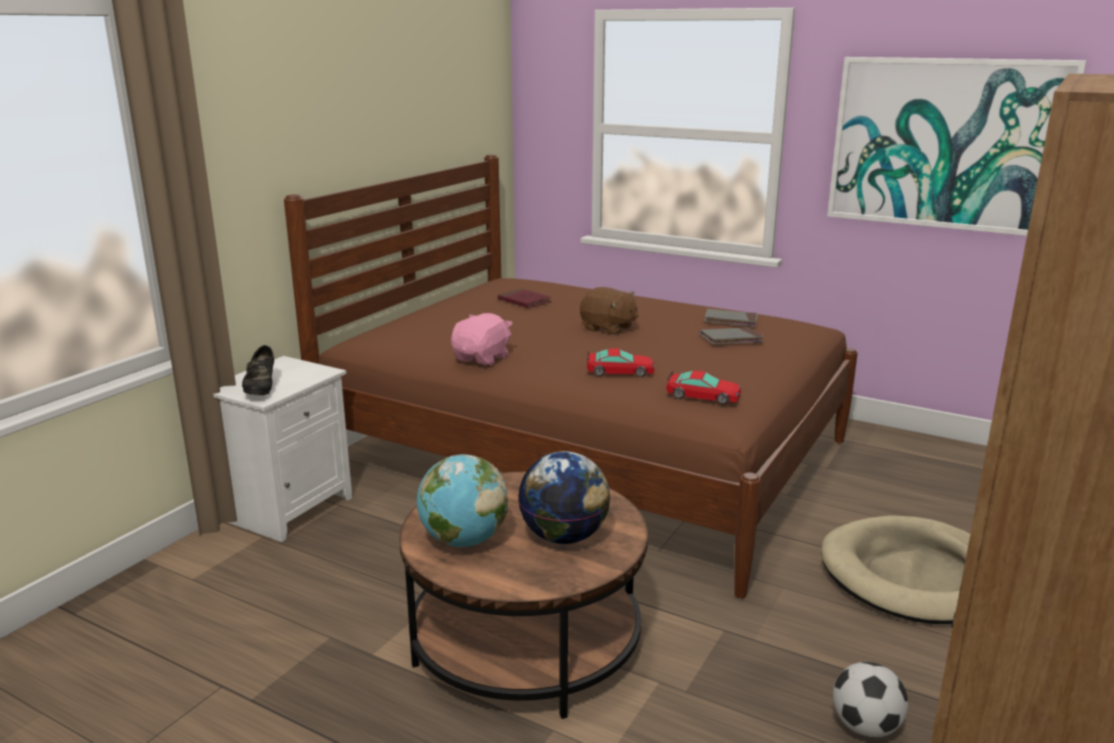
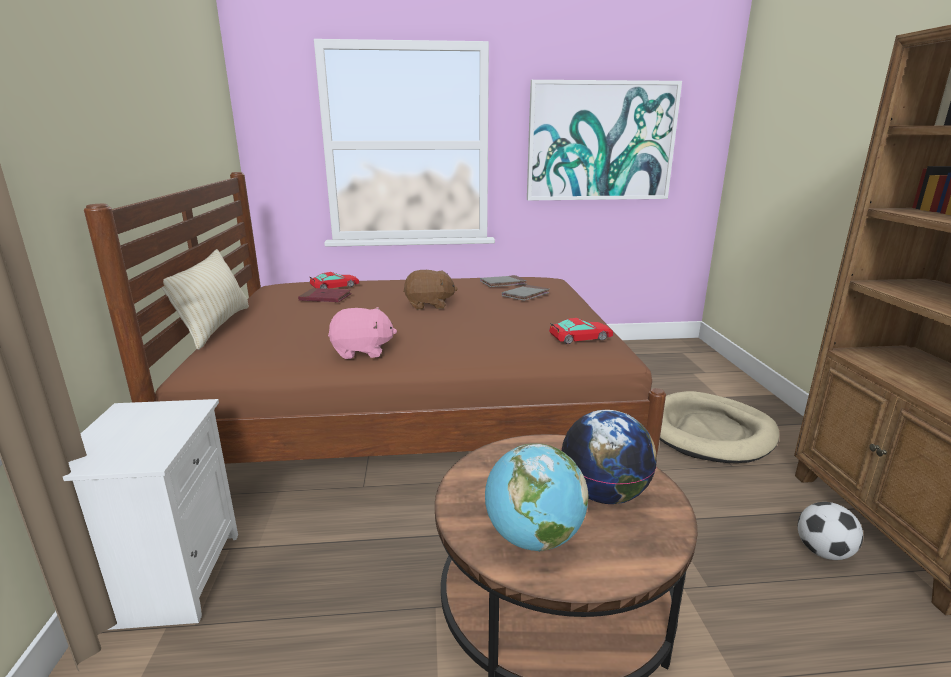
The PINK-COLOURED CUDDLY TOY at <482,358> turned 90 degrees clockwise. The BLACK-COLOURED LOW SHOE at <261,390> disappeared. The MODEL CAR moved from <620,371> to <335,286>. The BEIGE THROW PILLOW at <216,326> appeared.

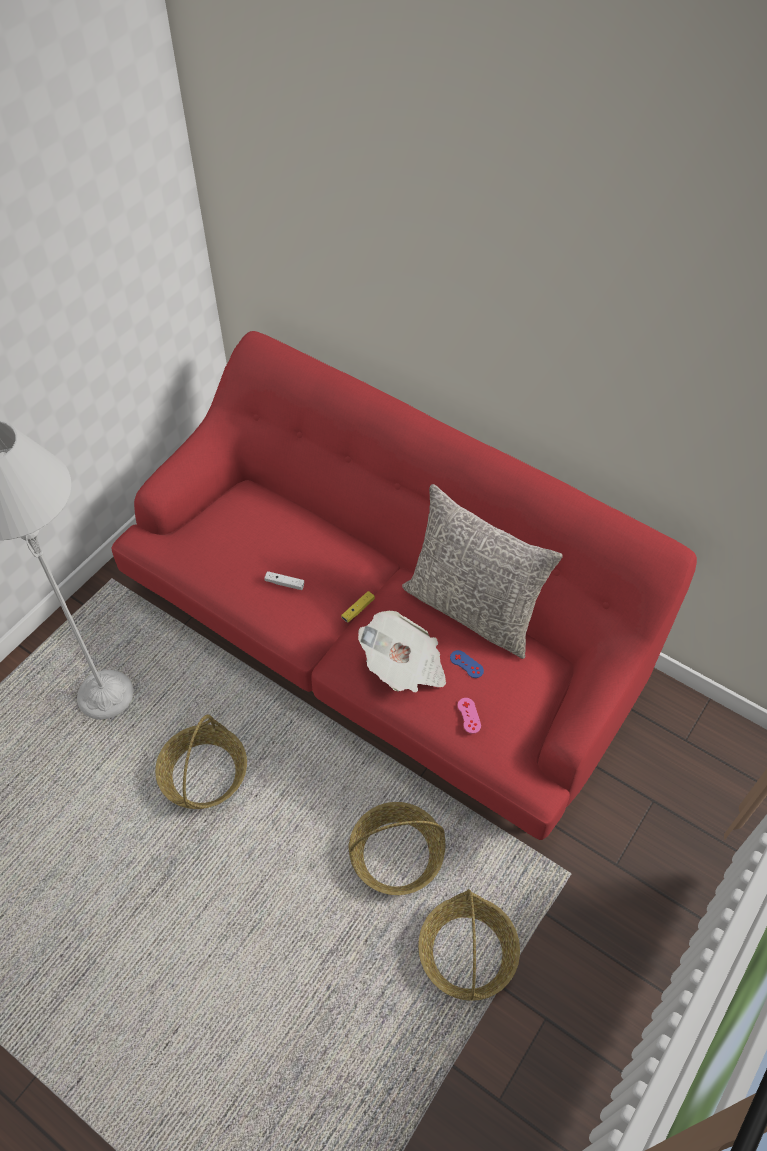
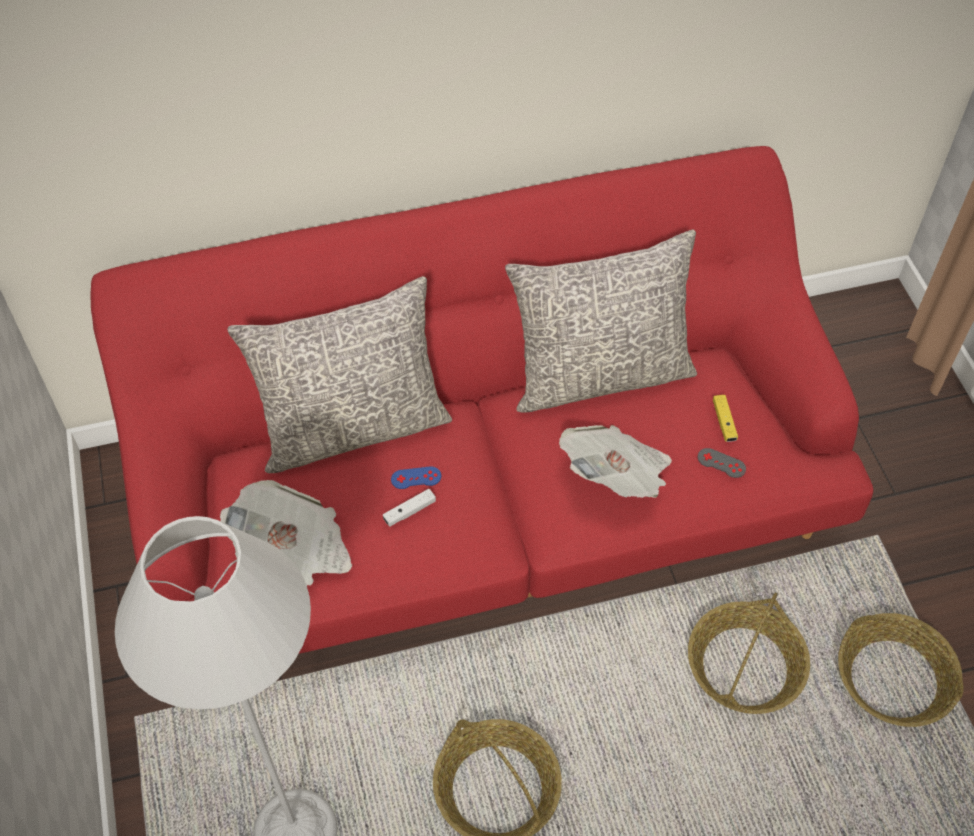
The YELLOW GAME CONTROLLER moved from <358,609> to <724,422>. The BLUISH GAME CONTROLLER moved from <466,664> to <416,478>. The PINK-COLOURED GAME CONTROLLER at <469,715> became the GREYISH GAME CONTROLLER at <721,463>. The GREYISH THROW PILLOW at <353,427> appeared. The PRINTED PAPER at <293,552> appeared.

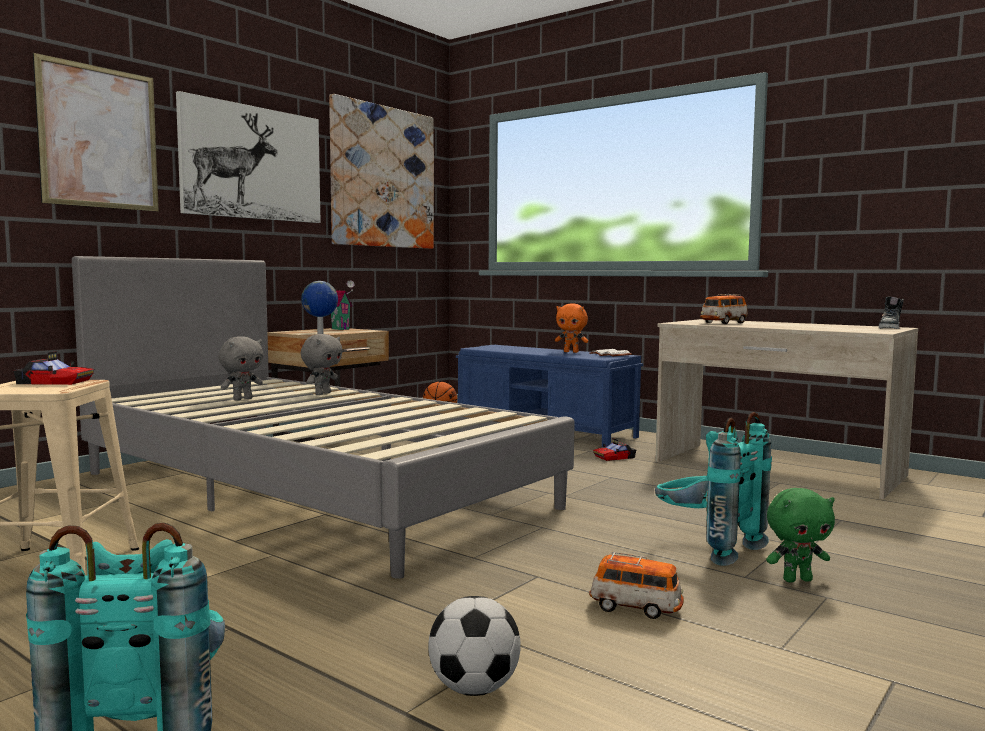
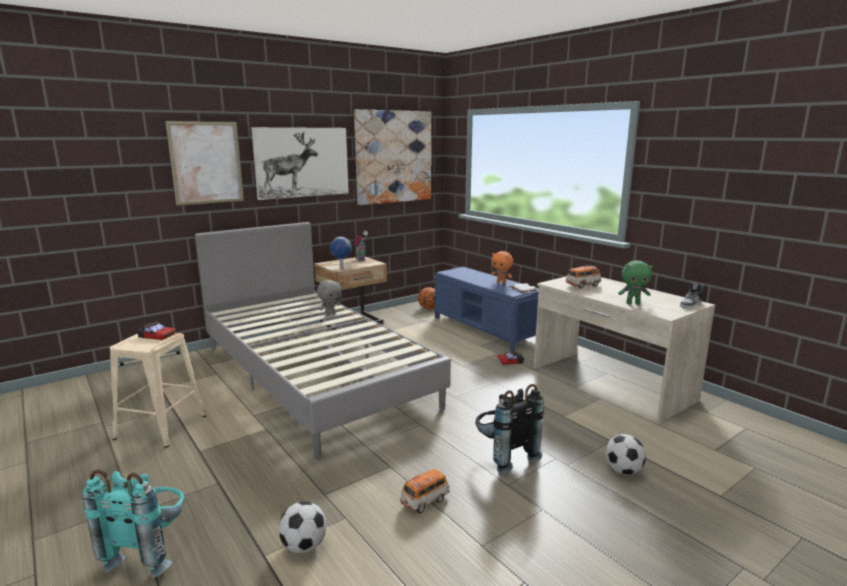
The GREYISH CUDDLY TOY at <242,399> disappeared. The TURQUOISE RUCKSACK at <706,547> became the BLACK-COLOURED RUCKSACK at <503,455>. The GREEN-COLOURED CUDDLY TOY moved from <797,579> to <633,303>. The MODEL CAR at <636,608> turned 75 degrees counterclockwise. The FOOTBALL BALL at <623,471> appeared.

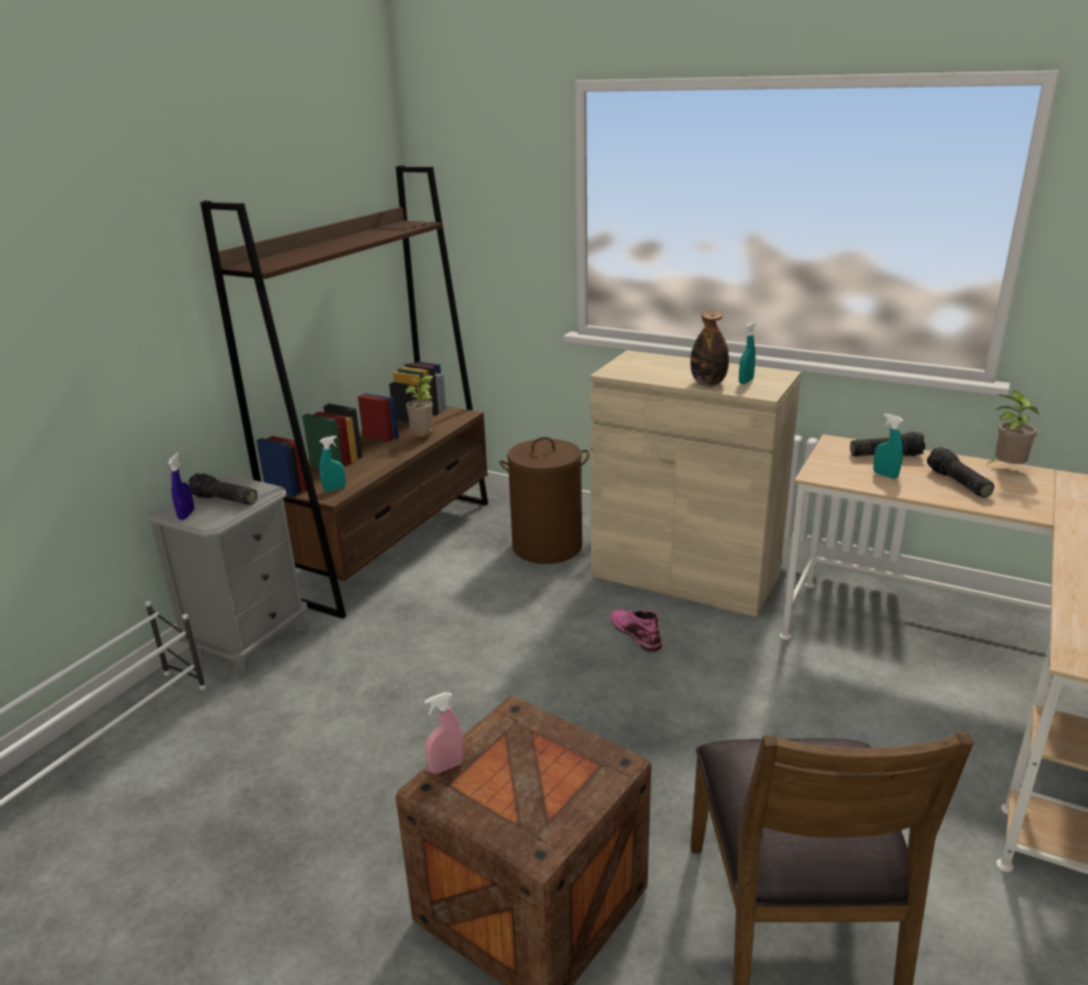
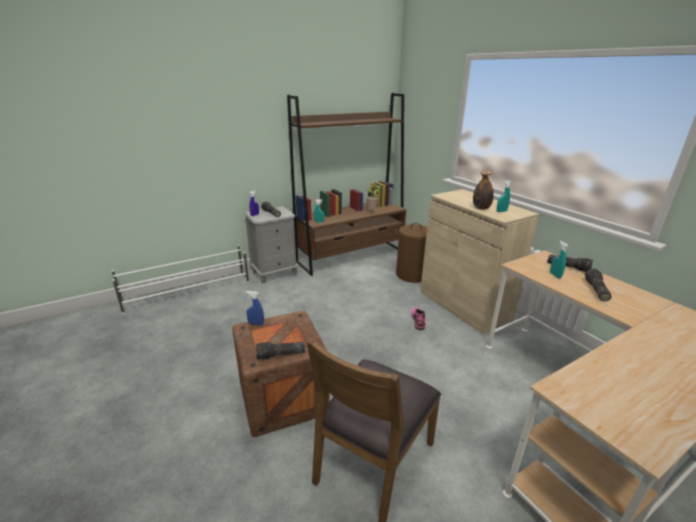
The PLANT IN A POT at <1006,468> disappeared. The PINK-COLOURED SPRAYER at <446,767> became the BLUISH SPRAYER at <256,324>. The TORCH at <280,355> appeared.

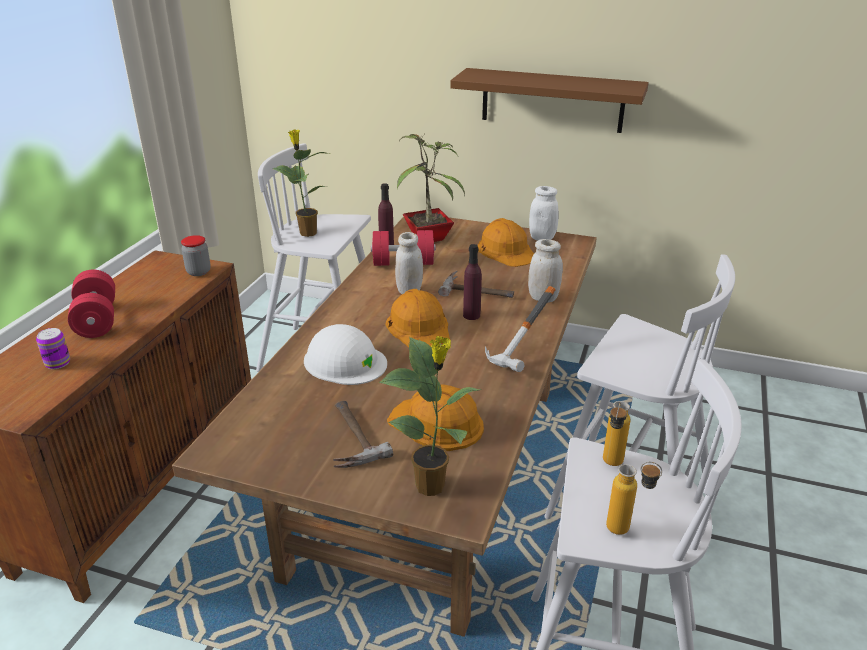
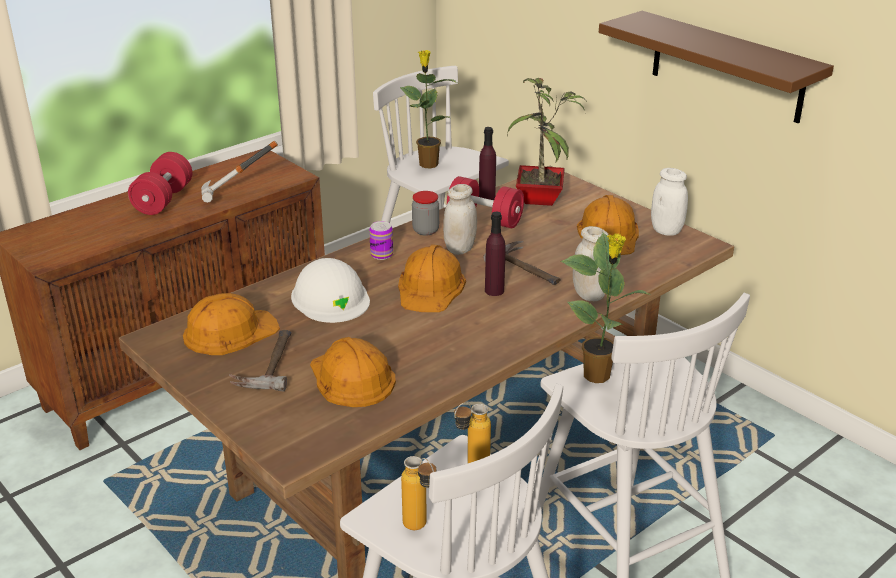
The JAR moved from <198,272> to <425,230>. The HAND HAMMER moved from <526,357> to <238,198>. The CAN moved from <57,363> to <381,254>. The PLANT IN A POT moved from <432,486> to <598,376>. The ORANGE SAFETY HELMET at <229,331> appeared.

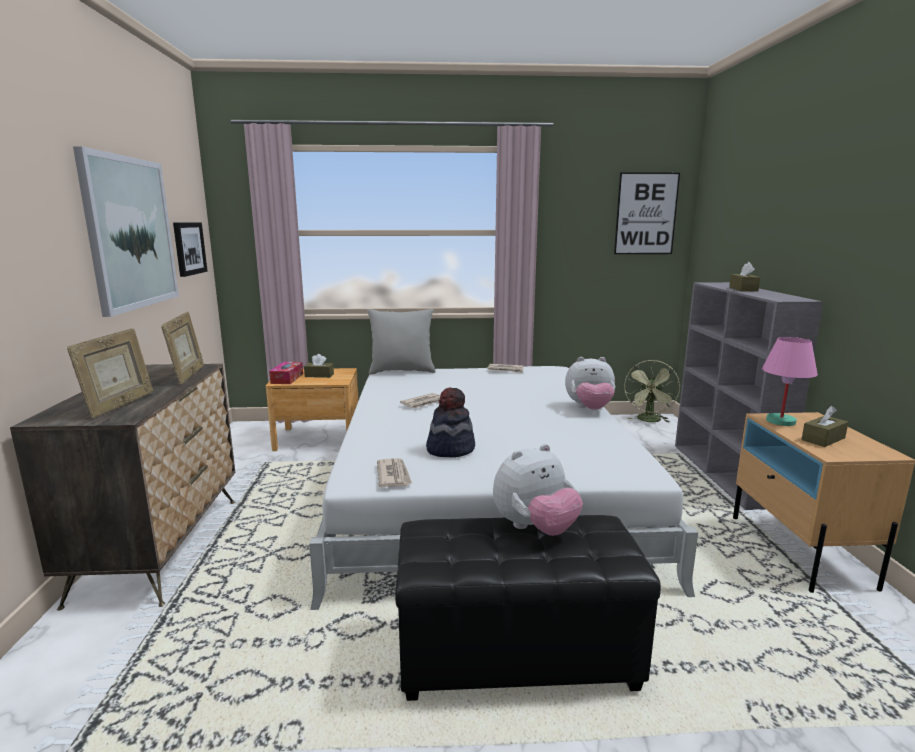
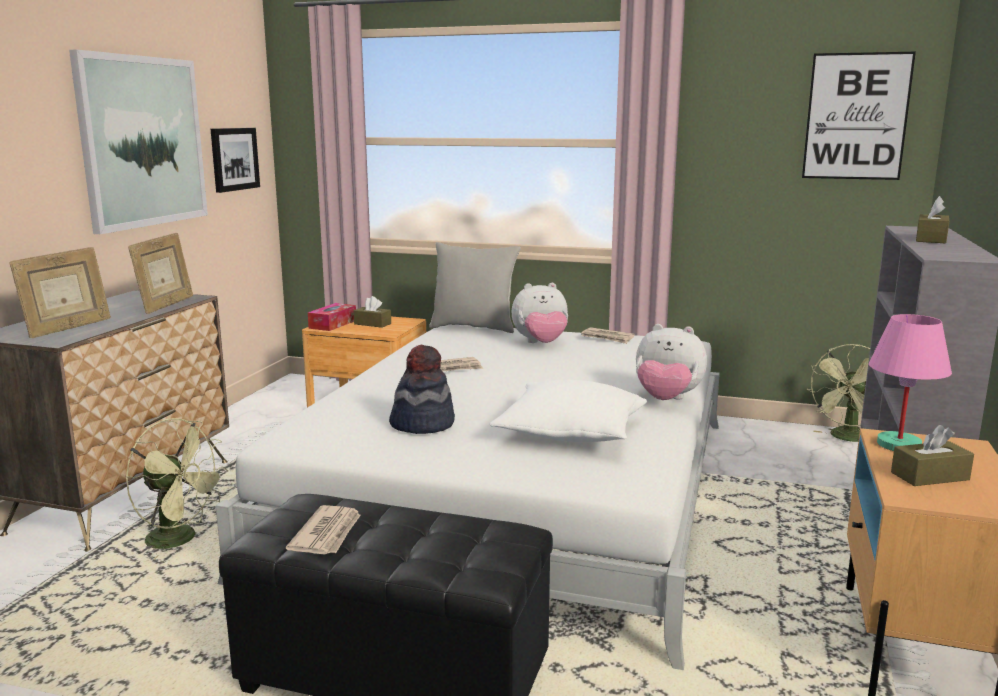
The CUDDLY TOY moved from <535,528> to <541,344>. The PRINTED PAPER moved from <394,475> to <327,534>. The WHITE-COLOURED THROW PILLOW at <571,433> appeared. The GREEN-COLOURED ELECTRIC FAN at <181,539> appeared.

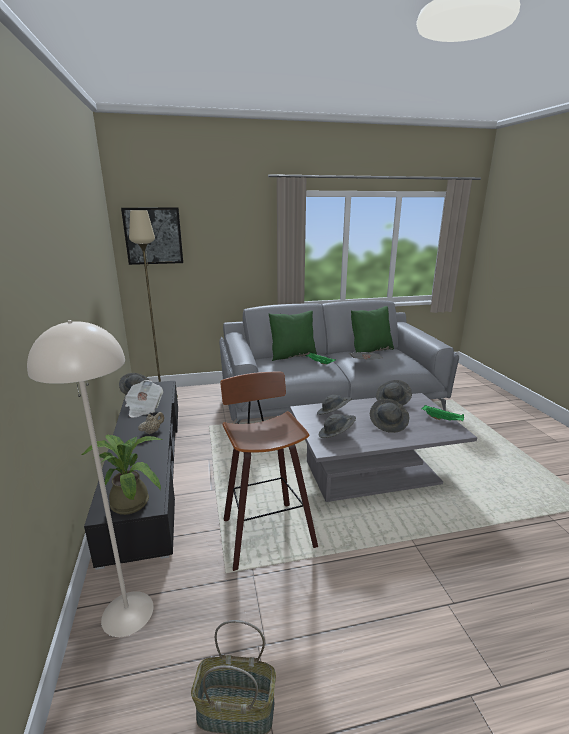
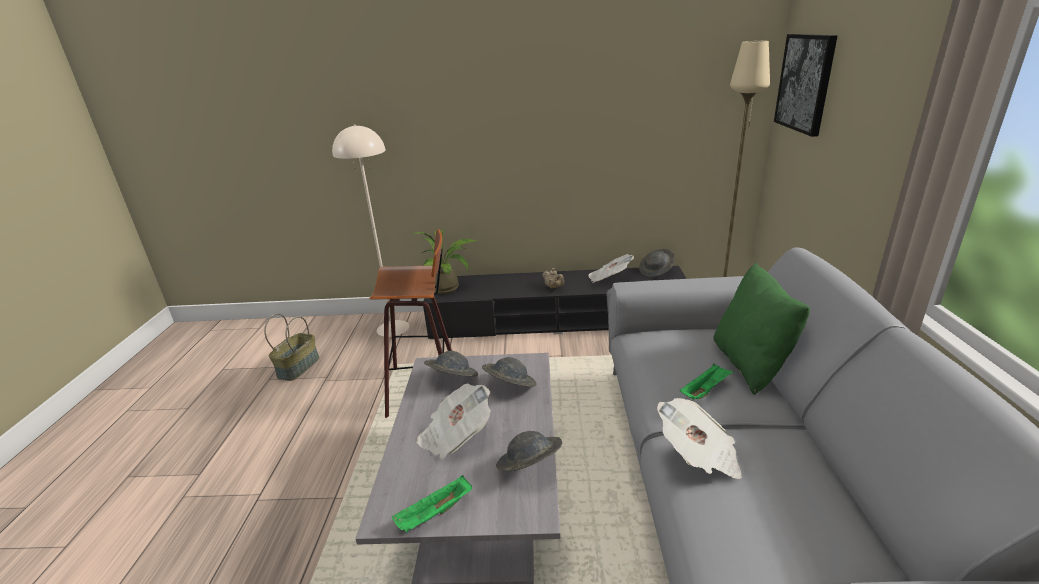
The GREEN-COLOURED THROW PILLOW at <370,350> disappeared. The GREYISH HAT at <388,424> was replaced by the PRINTED PAPER at <455,436>.

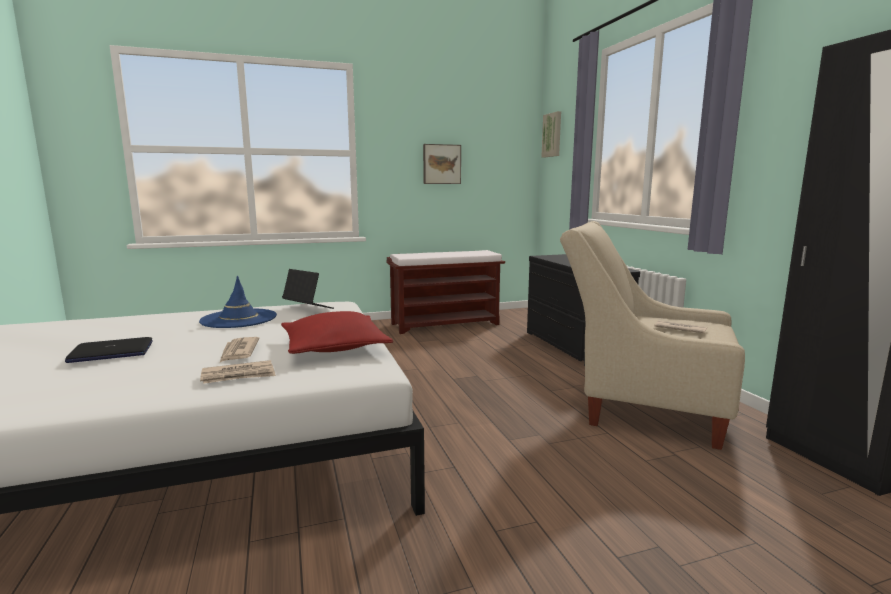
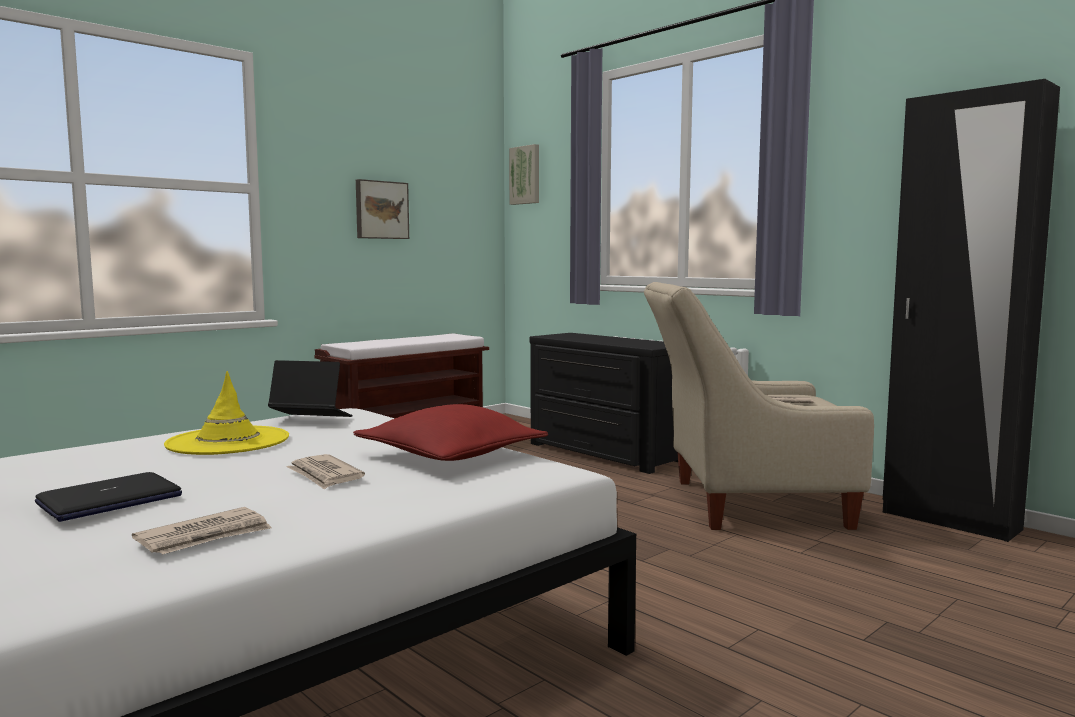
The BLUISH HAT at <238,319> became the YELLOW HAT at <228,441>. The PRINTED PAPER moved from <239,375> to <205,536>.

